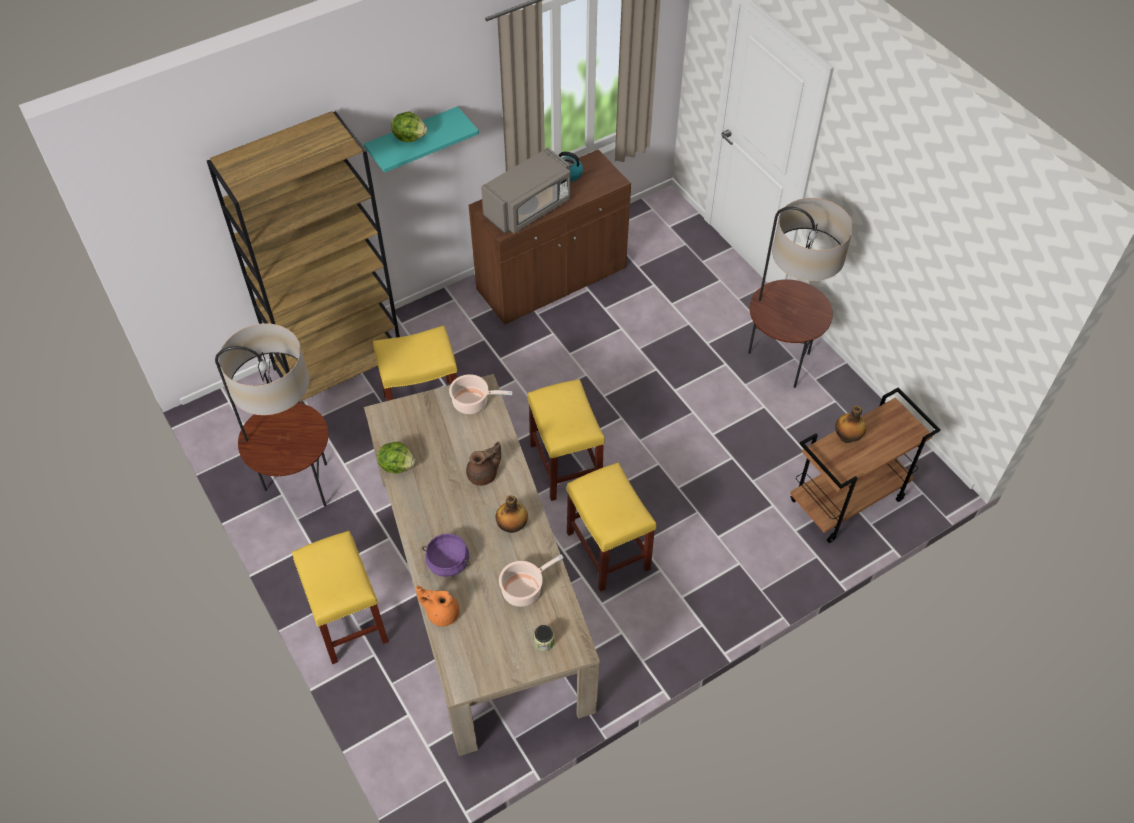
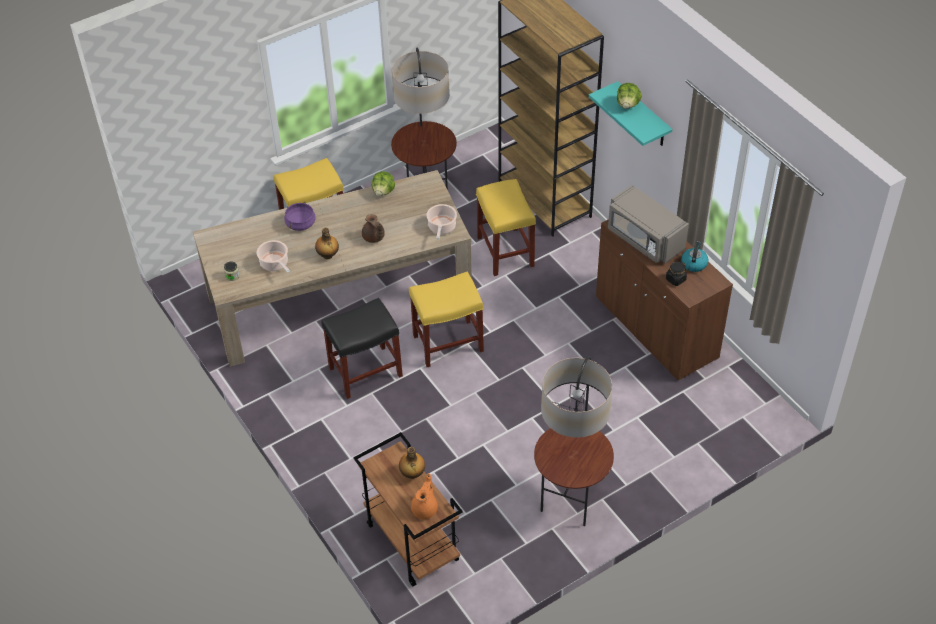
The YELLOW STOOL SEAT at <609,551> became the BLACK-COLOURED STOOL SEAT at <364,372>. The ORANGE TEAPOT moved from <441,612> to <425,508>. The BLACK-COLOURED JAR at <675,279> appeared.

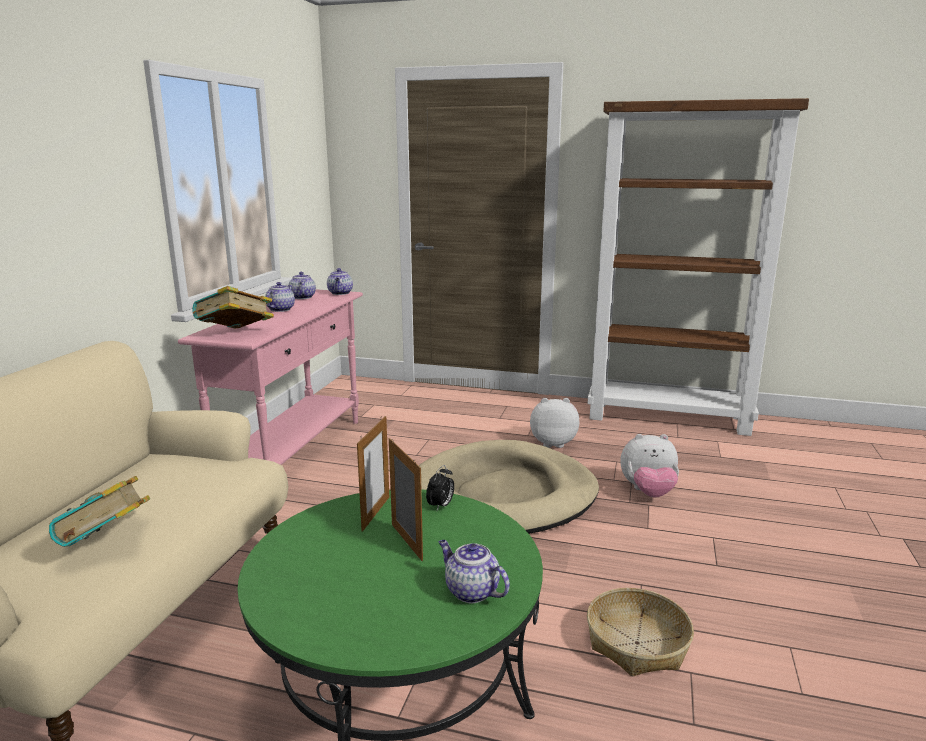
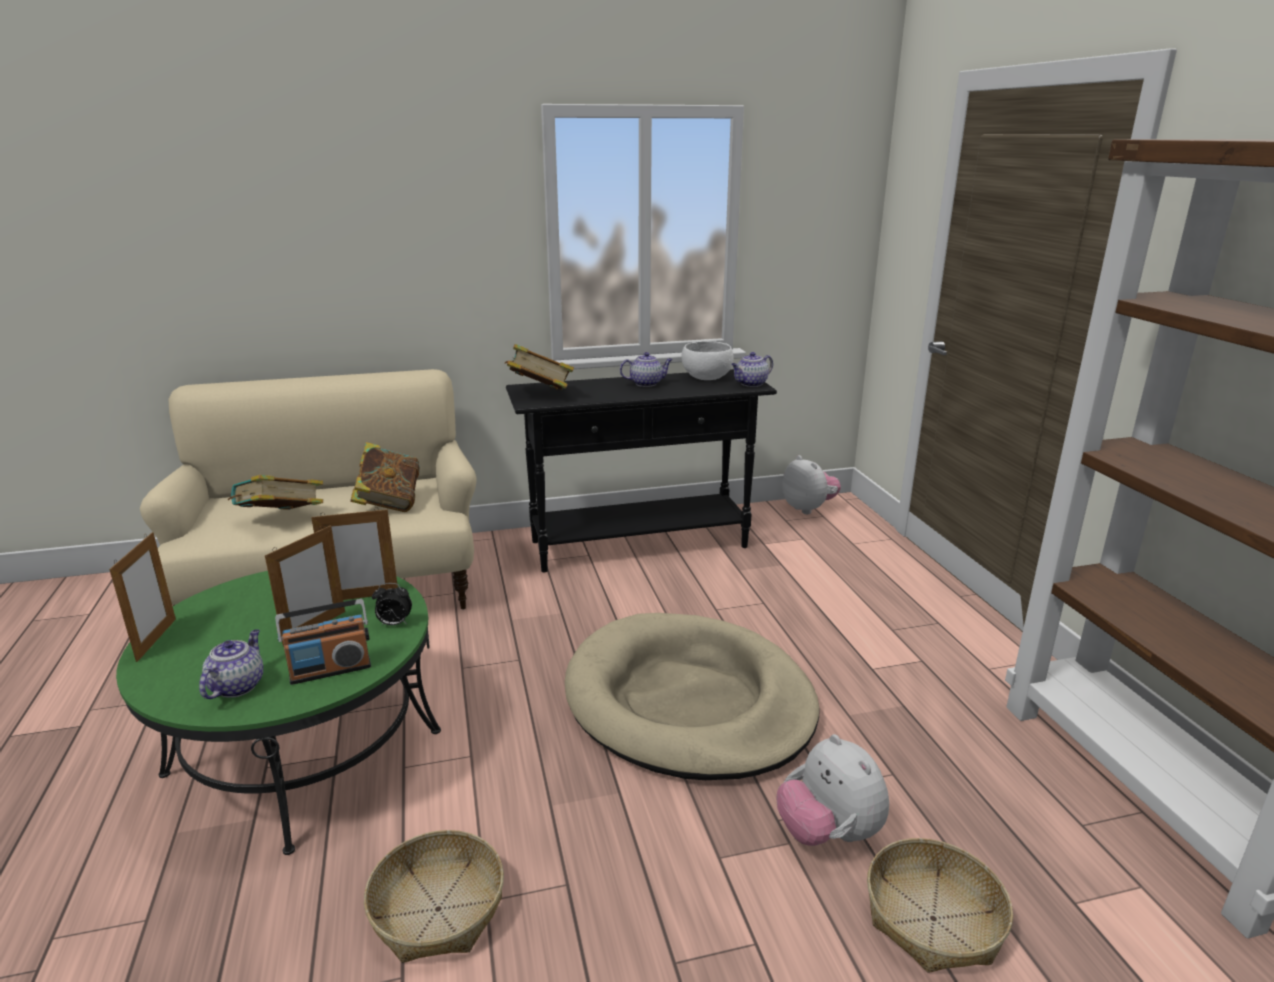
The TEAPOT at <302,297> was replaced by the WHITE-COLOURED BOWL at <706,377>. The PINK-COLOURED CONSOLE TABLE at <294,453> became the BLACK-COLOURED CONSOLE TABLE at <640,545>. The CUDDLY TOY moved from <552,443> to <808,508>. The BOUND BOOK at <389,504> appeared. The STANDING FRAME at <156,639> appeared. The RADIO at <330,670> appeared. The HOUSEHOLD BASKET at <933,919> appeared.

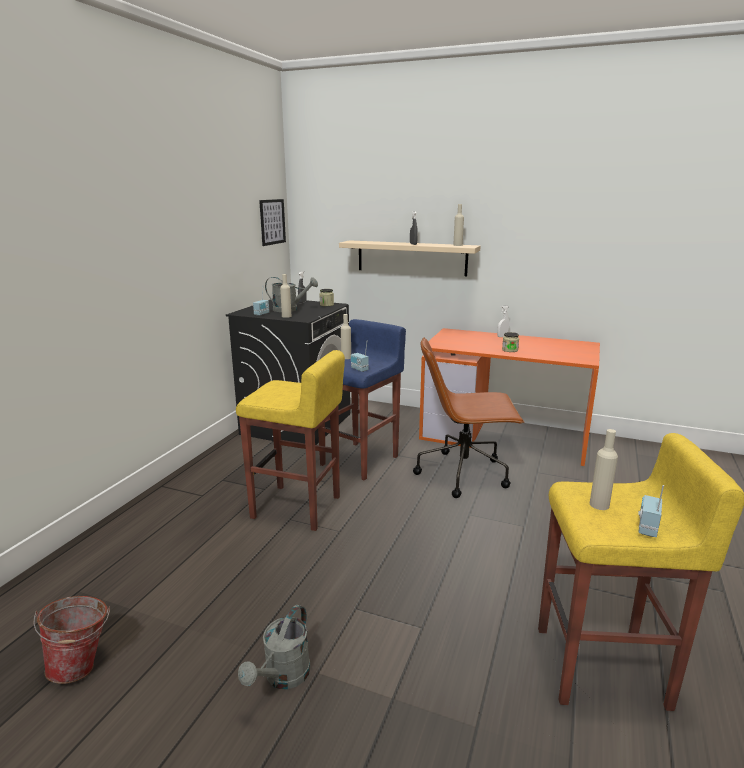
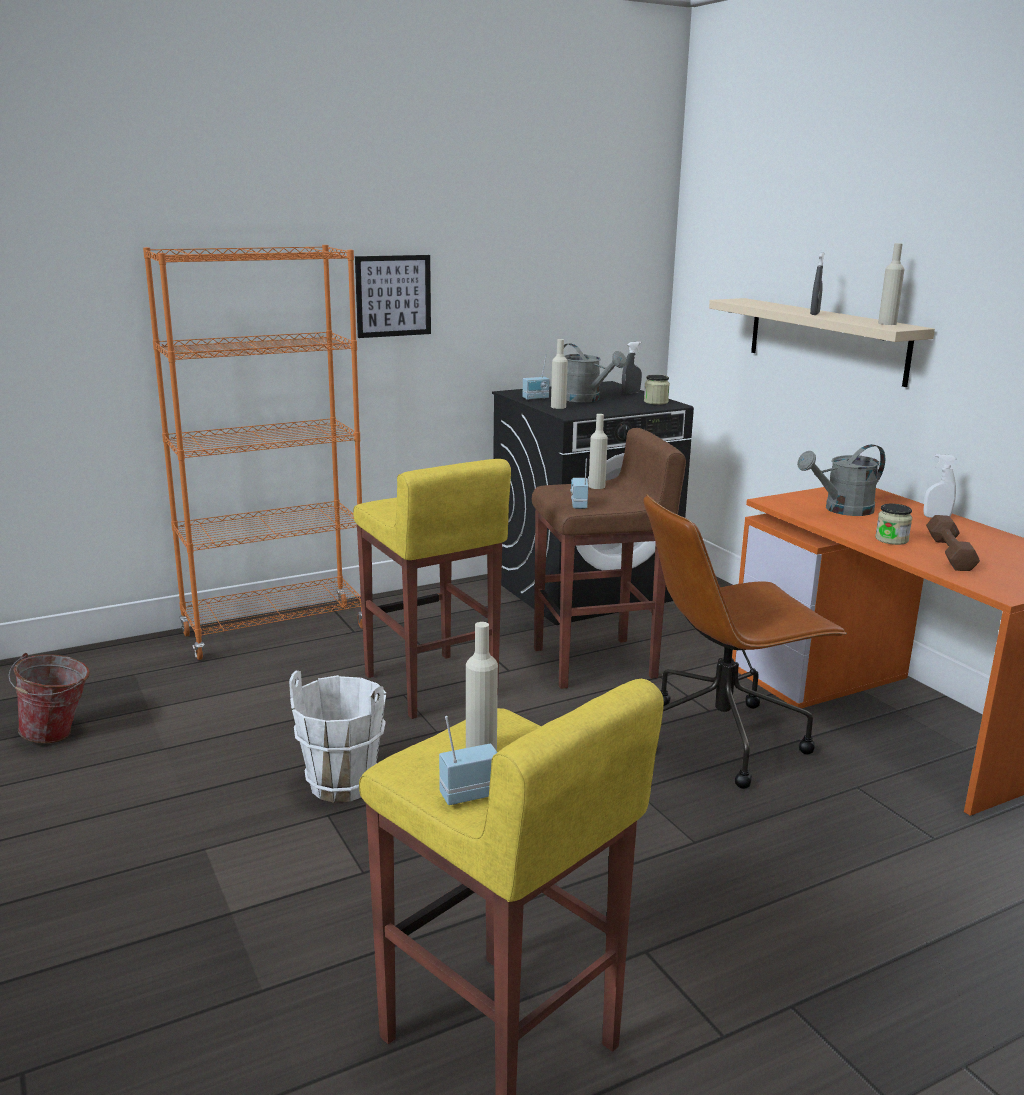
The WALL PICTURE moved from <272,222> to <393,296>. The BLUISH STOOL SEAT at <361,460> became the BROWN-COLOURED STOOL SEAT at <597,663>. The BROWN-COLOURED OFFICE CHAIR at <464,473> turned 60 degrees counterclockwise. The GREYISH WATERING POT moved from <283,677> to <842,510>. The ORANGE BOOKSHELF at <275,631> appeared. The BROWN-COLOURED HAND WEIGHT at <950,553> appeared. The WHITE-COLOURED WATER BUCKET at <342,784> appeared.

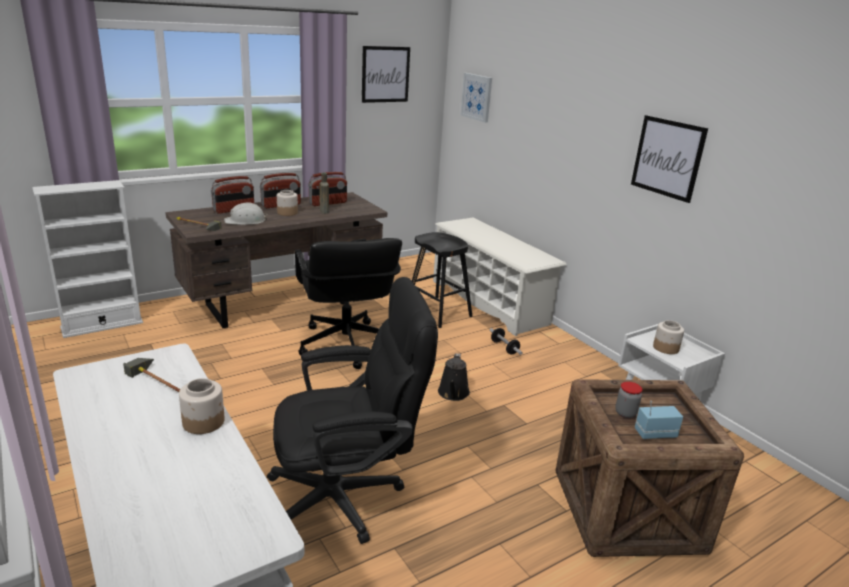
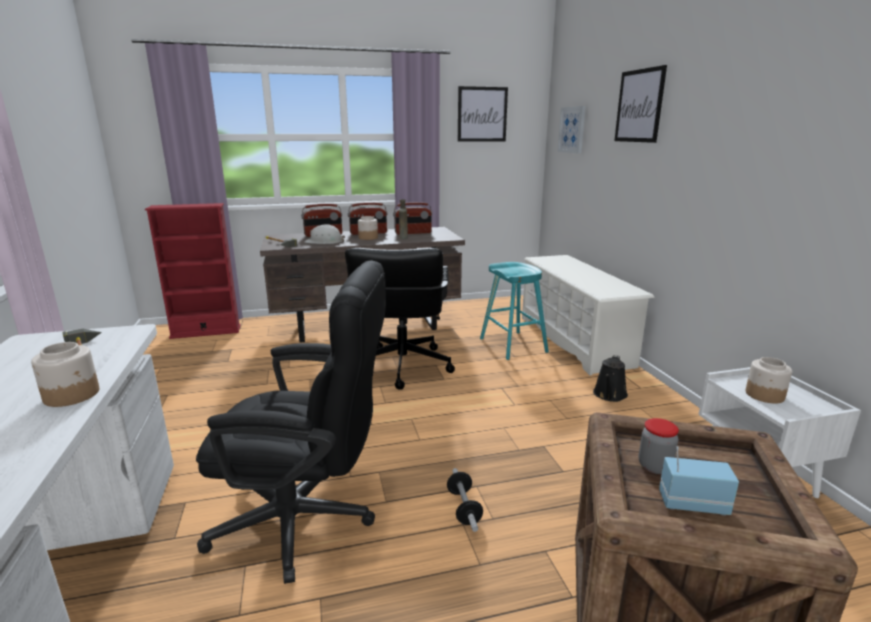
The WALL PICTURE moved from <667,158> to <639,106>. The WHITE-COLOURED BOOKSHELF at <102,325> became the RED-COLOURED BOOKSHELF at <206,332>. The BLACK-COLOURED STOOL SEAT at <437,312> became the TURQUOISE STOOL SEAT at <512,345>. The HAND WEIGHT moved from <504,348> to <464,508>. The BLACK-COLOURED WATERING POT moved from <453,394> to <609,395>.

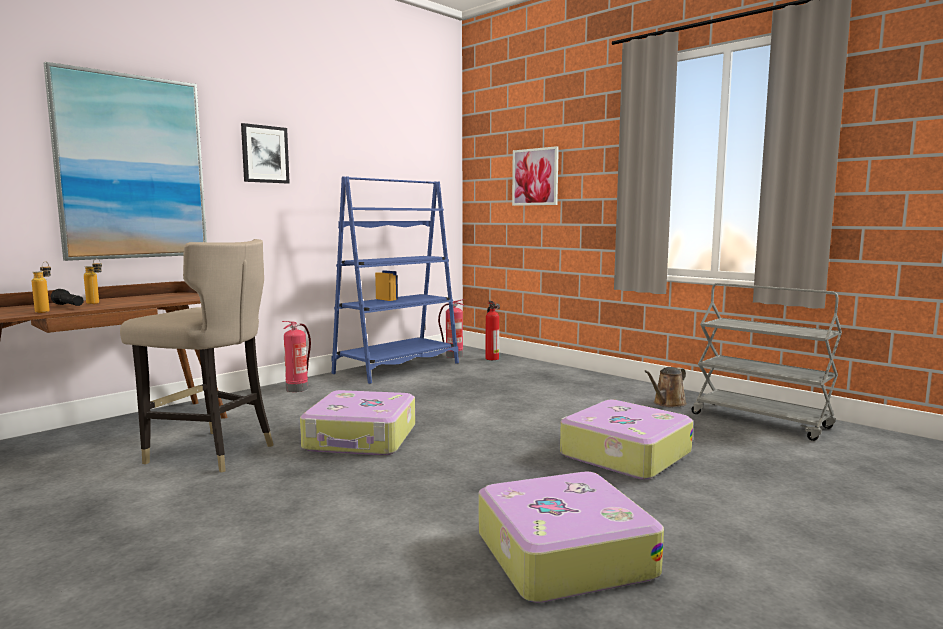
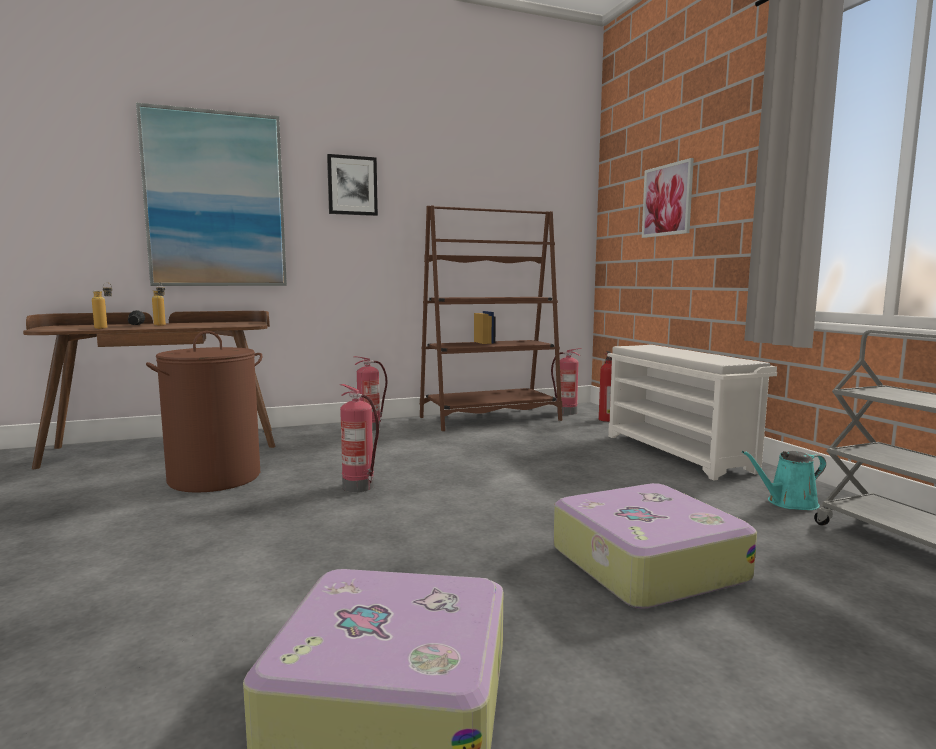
The BLUISH BOOKSHELF at <397,368> became the BROWN-COLOURED BOOKSHELF at <490,419>. The BEIGE STOOL SEAT at <211,452> was replaced by the BROWN-COLOURED WASHING BASKET at <214,478>. The BROWN-COLOURED WATERING POT at <667,403> became the TURQUOISE WATERING POT at <788,503>. The SUITCASE at <361,438> was replaced by the FIRE EXTINGUISHER at <360,487>. The WHITE-COLOURED SHOE SHELF at <678,453> appeared.

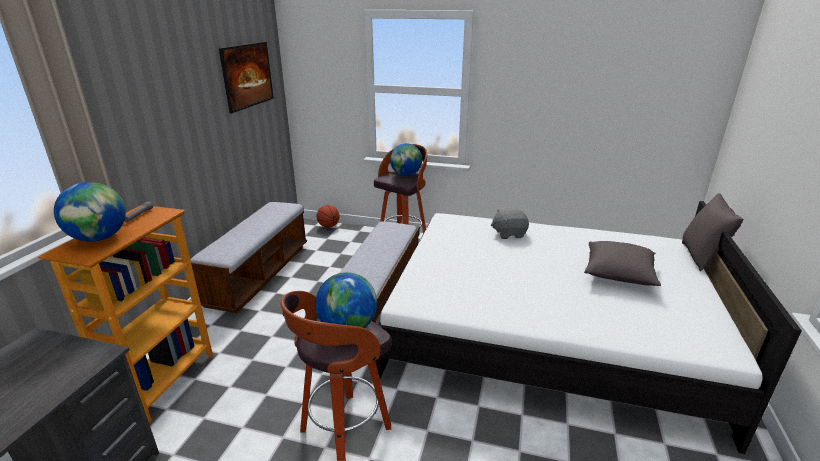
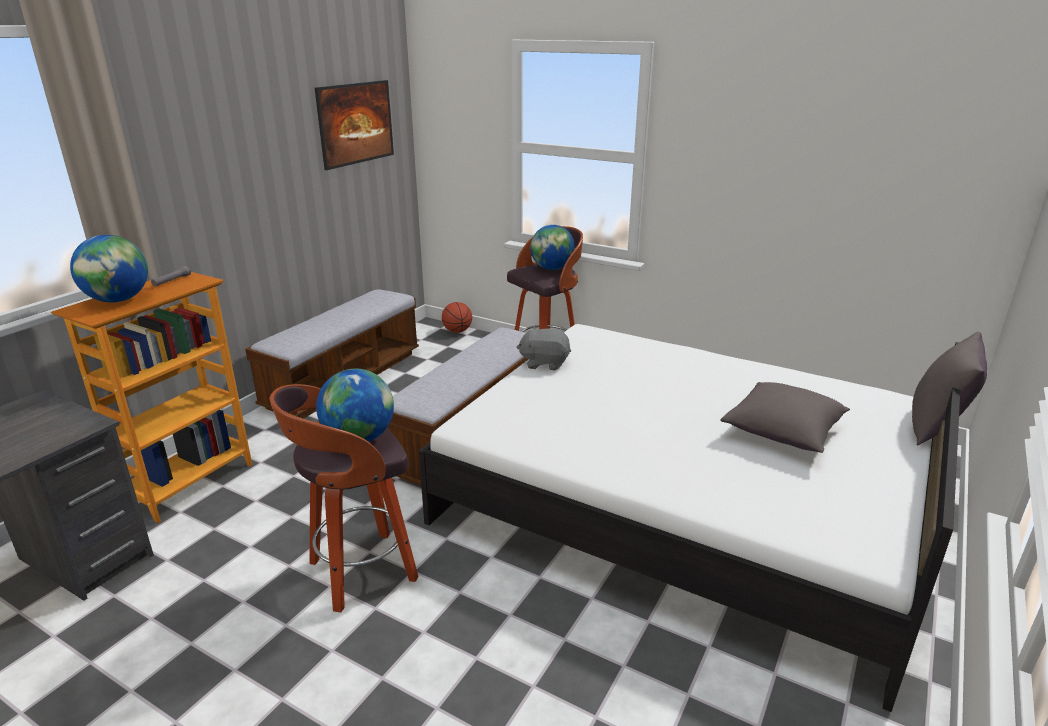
The GREYISH CUDDLY TOY moved from <509,234> to <544,363>.

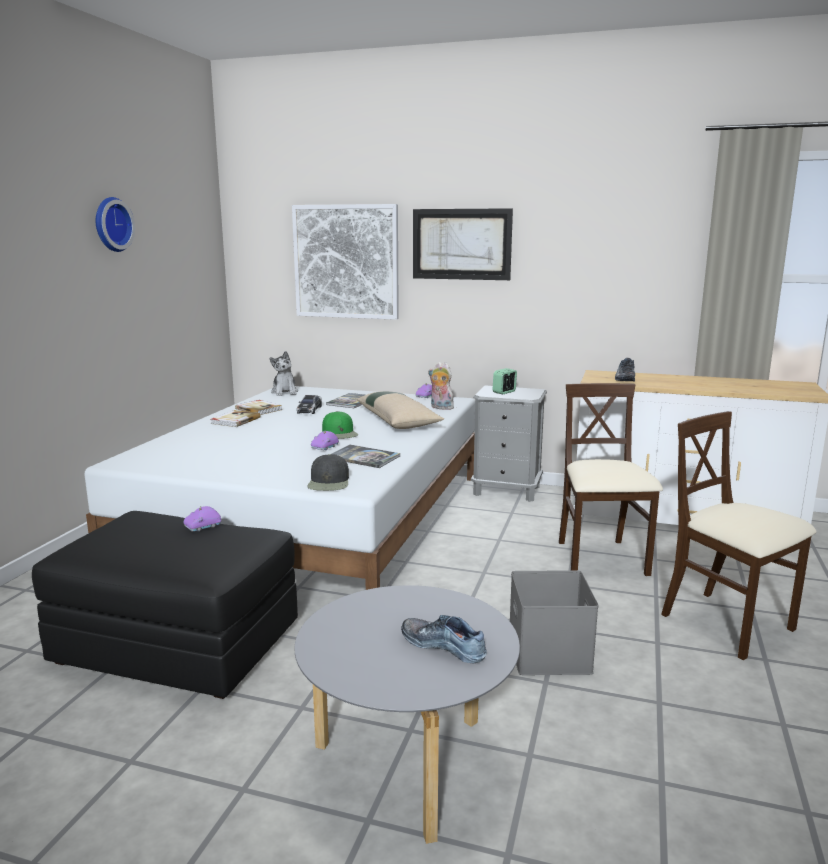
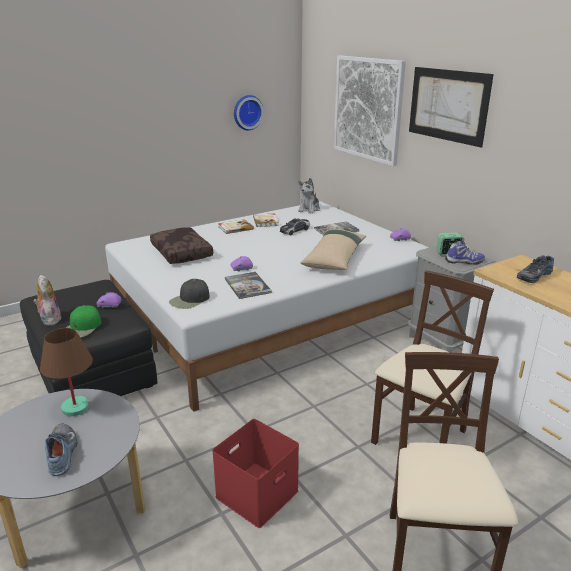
The CLOCK ON THE WALL moved from <111,224> to <247,112>. The CUDDLY TOY moved from <440,408> to <49,319>. The GREEN-COLOURED CAP moved from <340,433> to <82,328>. The GREYISH STORAGE CONTAINER at <547,652> became the RED-COLOURED STORAGE CONTAINER at <257,492>. The BROWN-COLOURED THROW PILLOW at <182,253> appeared. The LOW SHOE at <464,262> appeared. The BROWN-COLOURED TABLETOP LAMP at <76,407> appeared.

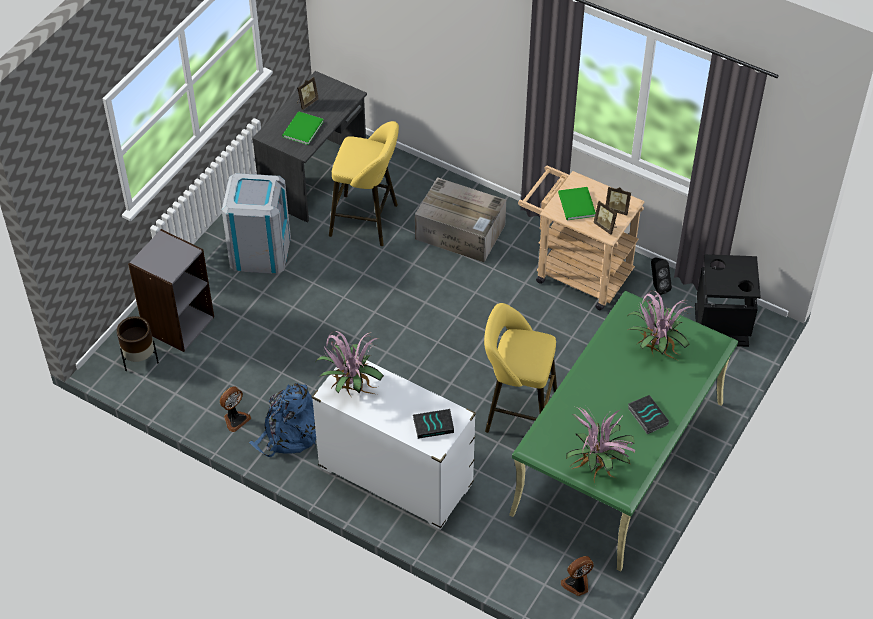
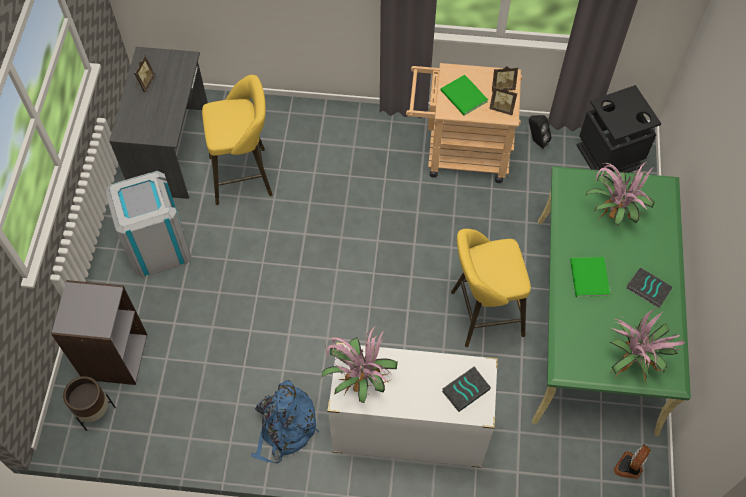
The GREEN-COLOURED BOUND BOOK moved from <301,129> to <588,279>. The CARTON at <461,232> disappeared. The ELECTRIC FAN at <235,419> disappeared.

